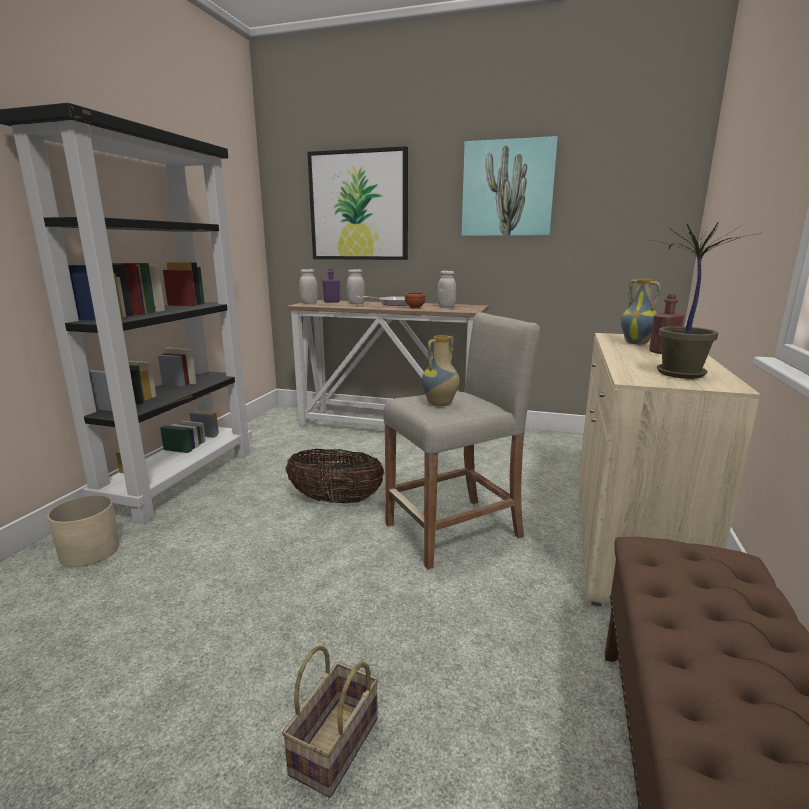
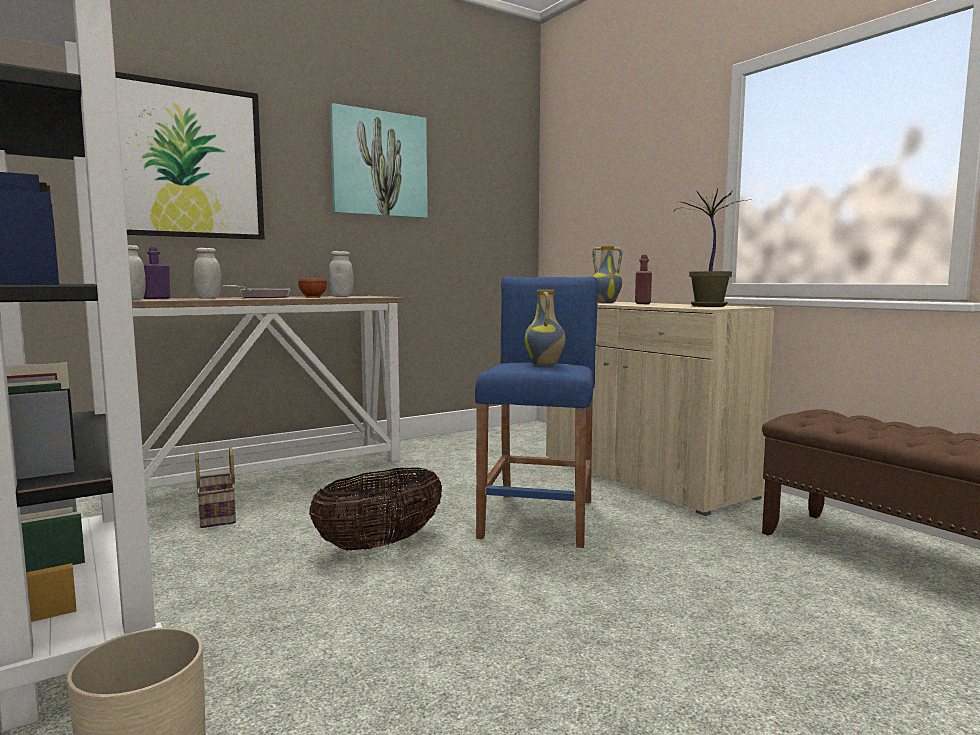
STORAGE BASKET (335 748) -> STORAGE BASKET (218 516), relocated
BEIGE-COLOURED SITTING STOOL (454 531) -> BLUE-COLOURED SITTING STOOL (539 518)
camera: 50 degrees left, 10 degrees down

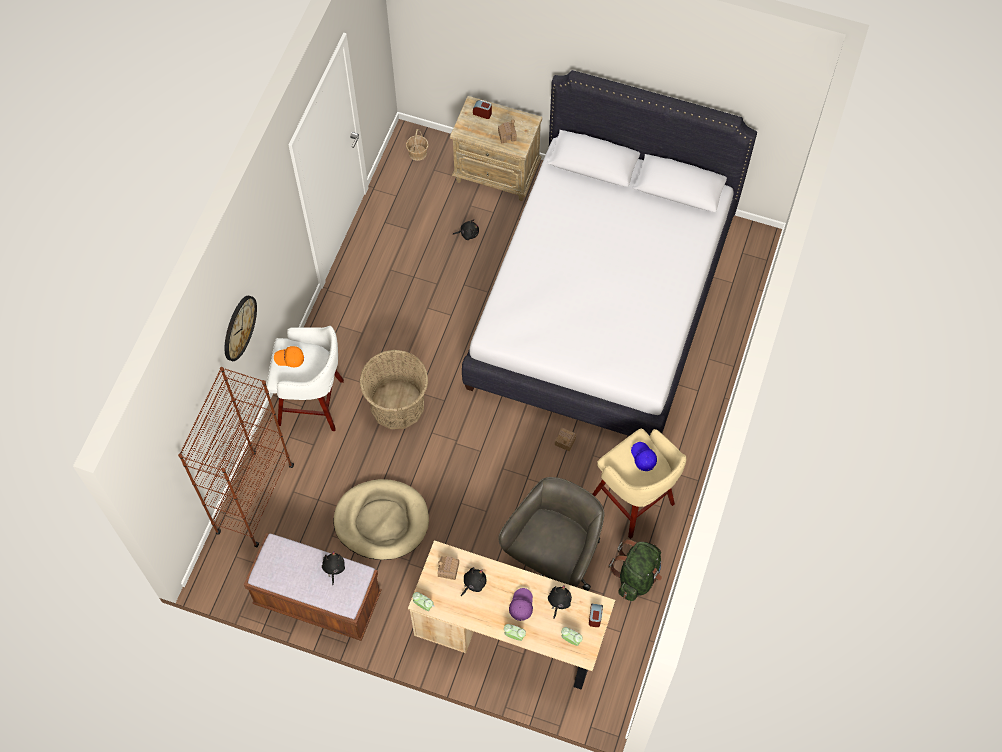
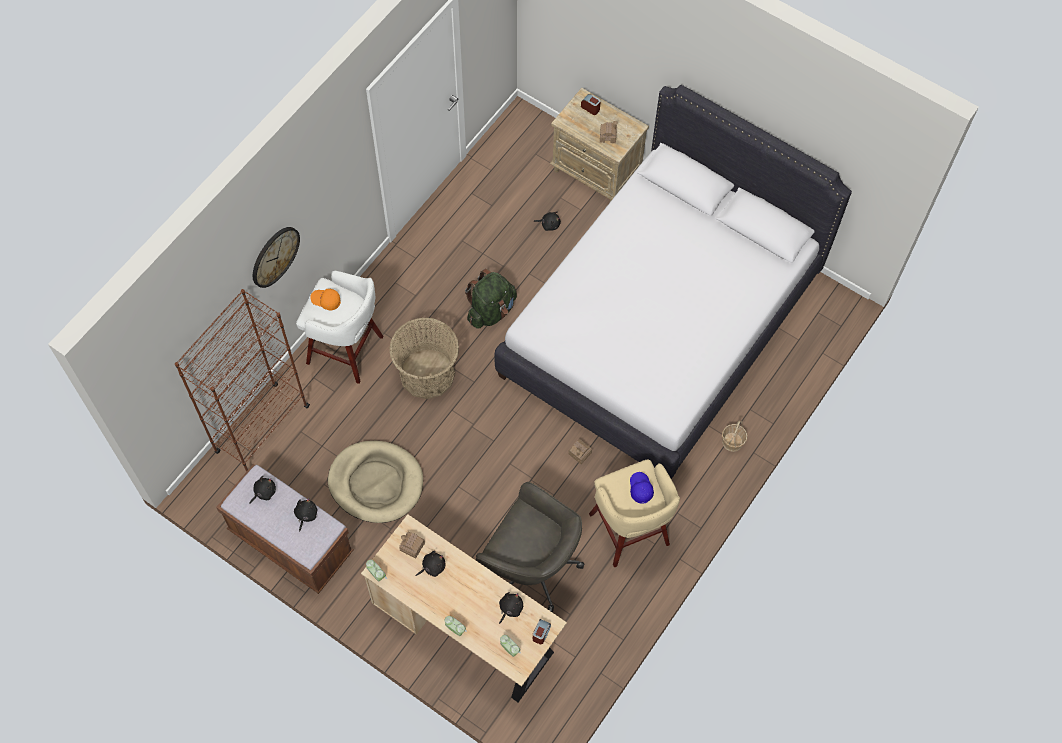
none -> BLACK CUDDLY TOY (264 492)
GREEN-COLOURED BACKPACK (636 576) -> GREEN-COLOURED BACKPACK (491 311), relocated
GREYISH COMPUTER CHAIR (553 559) -> GREYISH COMPUTER CHAIR (531 566), 75 degrees clockwise
STORAGE BASKET (417 153) -> STORAGE BASKET (732 442), relocated
PURPLISH PEAKED CAP (521 606) -> none
camera: 15 degrees right, 0 degrees up

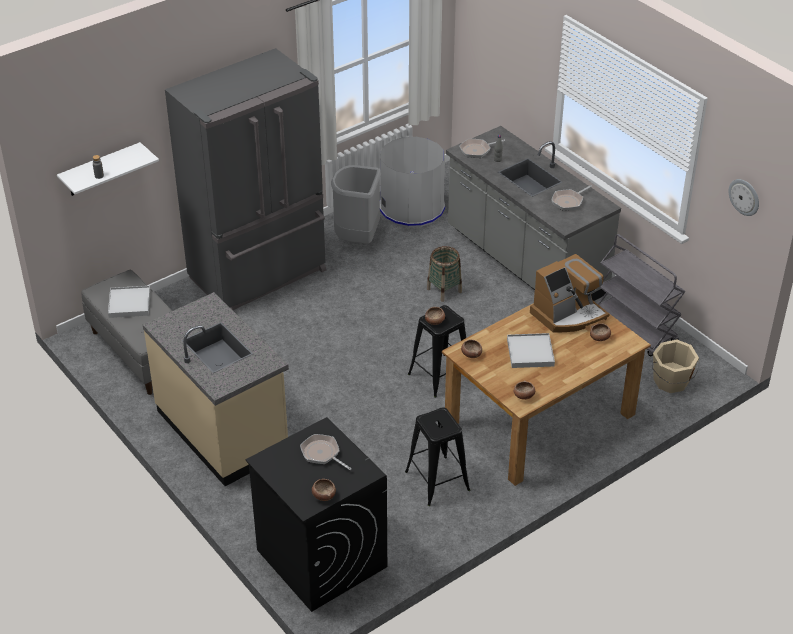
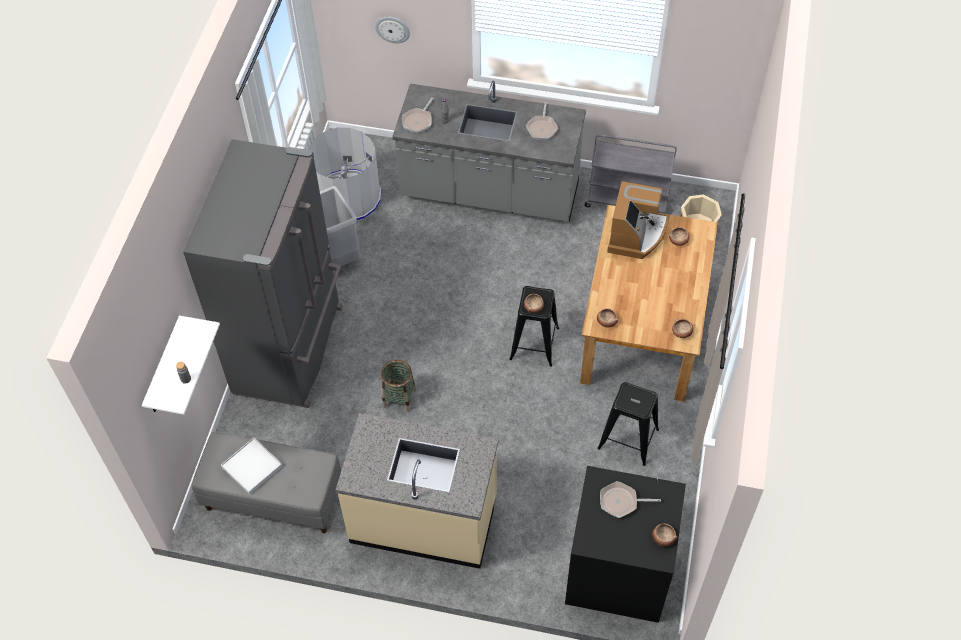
CLOCK ON THE WALL (744 197) -> CLOCK ON THE WALL (392 29), relocated
STORAGE BASKET (444 290) -> STORAGE BASKET (399 398), relocated
WHITE-COLOURED SERVING TRAY (530 353) -> none
camera: 40 degrees left, 15 degrees up

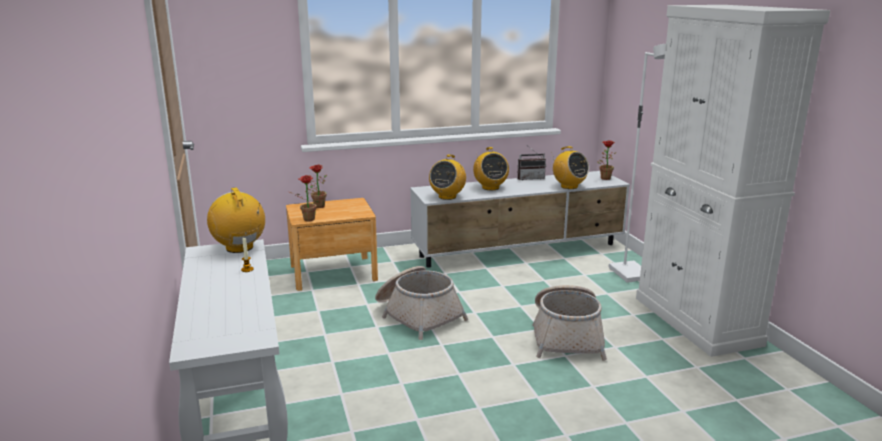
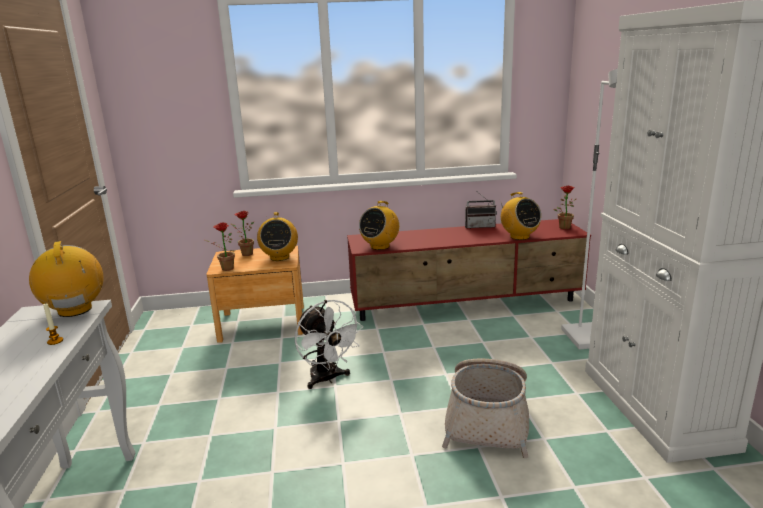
RADIO SET (490 187) -> RADIO SET (279 257), relocated
STORAGE BASKET (417 315) -> WHITE-COLOURED FAN (327 379)
WHITE-COLOURED TV UNIT (519 250) -> REDDISH TV UNIT (466 304)
camera: 10 degrees right, 0 degrees up

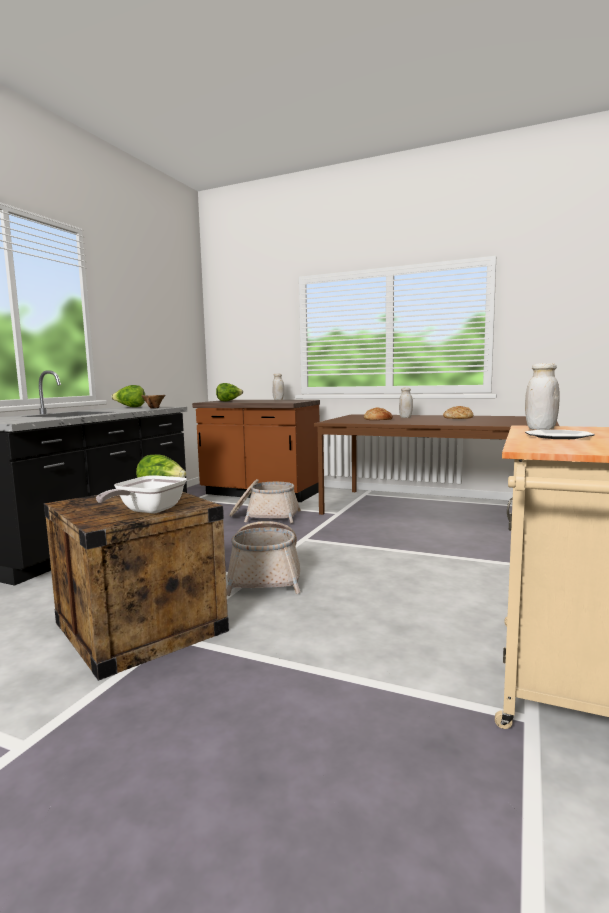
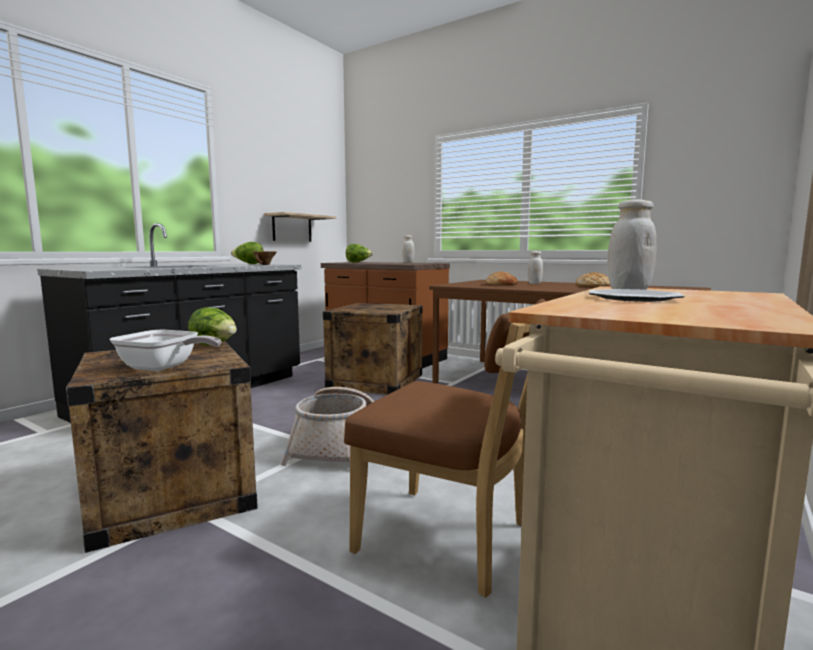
SKILLET (147 511) -> SKILLET (164 368), 105 degrees counterclockwise
none -> WALL SHELF (292 228)
STORAGE BASKET (265 516) -> SHIPPING CRATE (376 381)
none -> BROWN-COLOURED PLAIN CHAIR (451 540)
camera: 10 degrees right, 0 degrees up

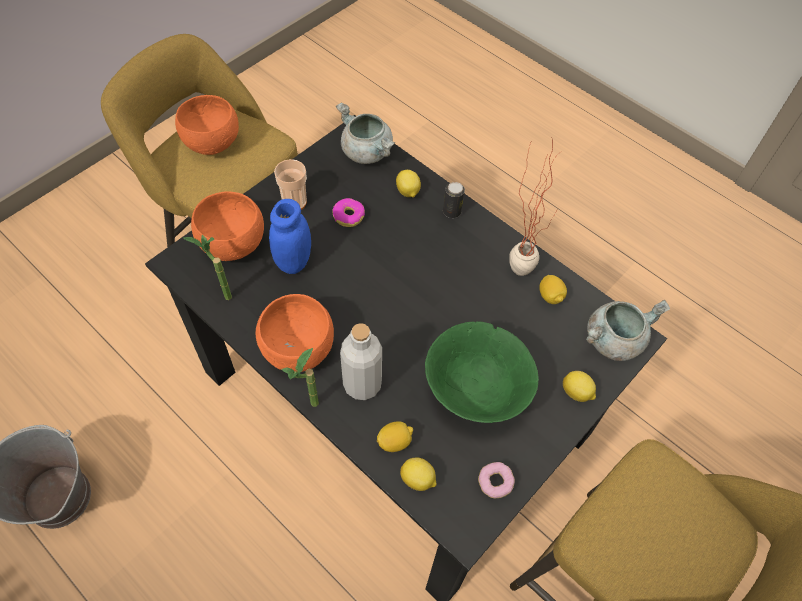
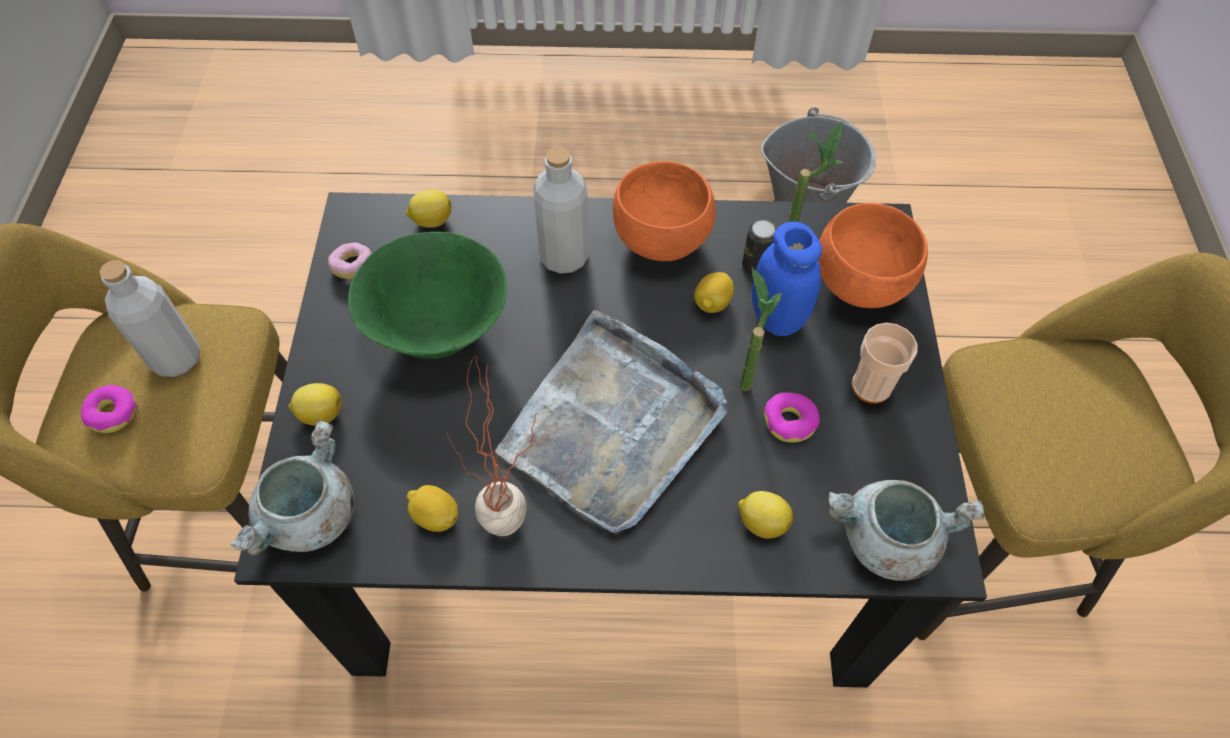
none -> DOUGHNUT (113 413)
none -> GREYISH BEVERAGE BOTTLE (176 358)
none -> GREYISH SERVING TRAY (612 425)
WHOLE LEMON (394 442) -> WHOLE LEMON (712 303), relocated
HOUSEPLANT (308 409) -> HOUSEPLANT (744 376), relocated
CAN (451 211) -> CAN (755 265), relocated
ORANGE-COLOURED SERVING BOWL (213 143) -> none
camera: 140 degrees right, 0 degrees up

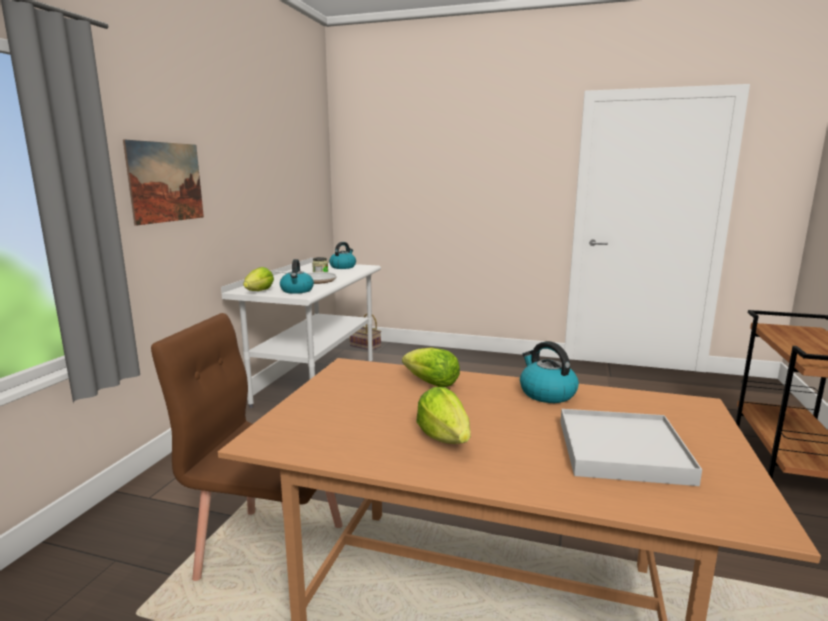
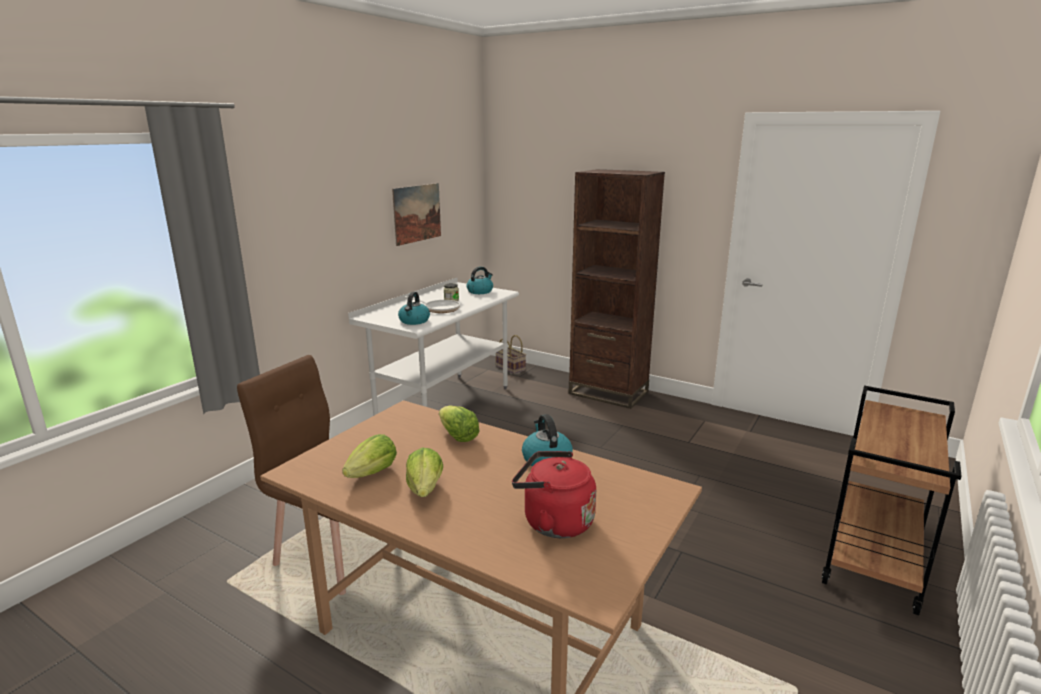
LETTUCE (259 291) -> LETTUCE (373 473), relocated
WALL PICTURE (166 182) -> WALL PICTURE (417 213), relocated
WHITE-COLOURED SERVING TRAY (621 450) -> REDDISH KETTLE (553 522)
none -> BROWN-COLOURED BOOKCASE (608 393)
camera: 15 degrees right, 5 degrees up

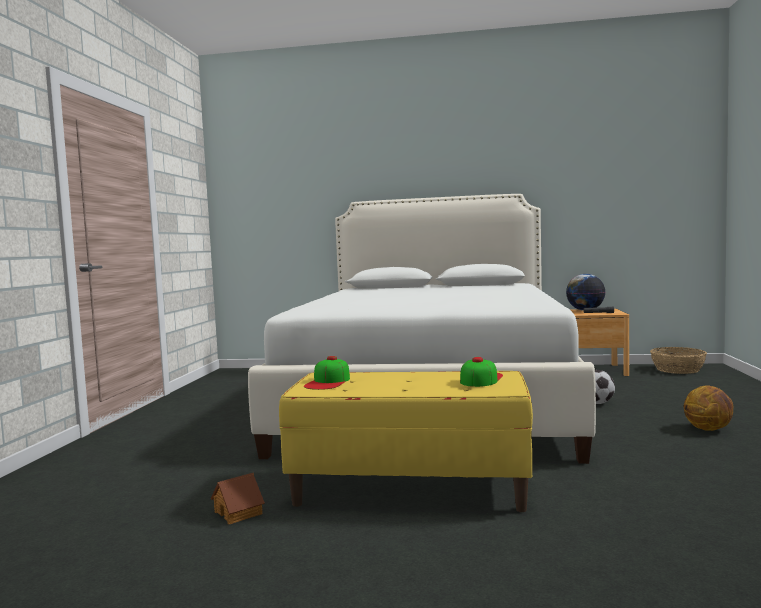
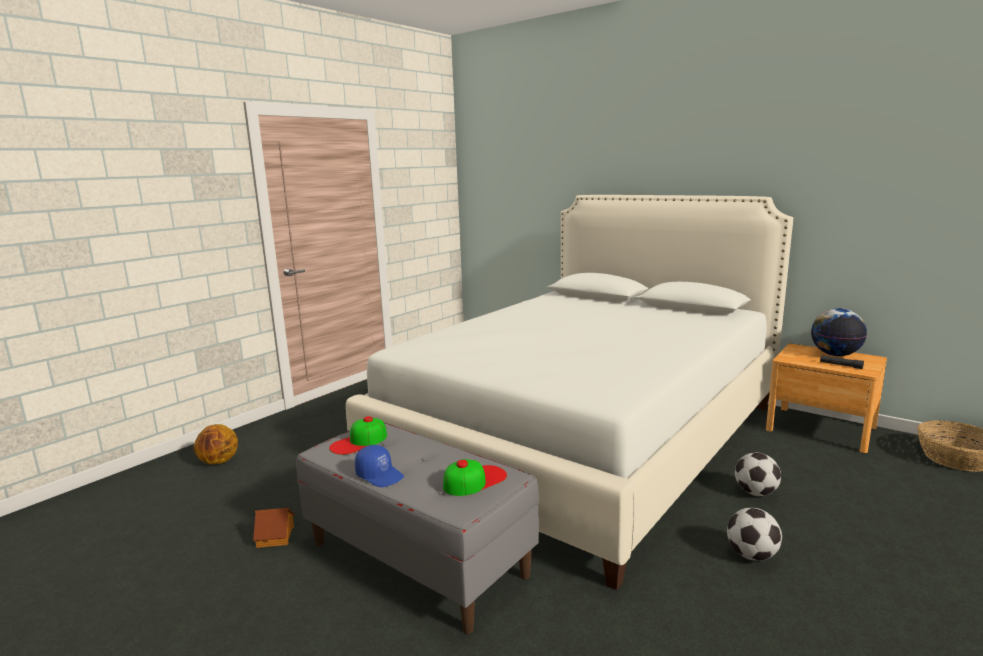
BALL FOR BASKETBALL (709 429) -> BALL FOR BASKETBALL (219 462), relocated
YELLOW BENCH (411 488) -> GREYISH BENCH (418 558)
none -> BLUE-COLOURED PEAKED CAP (380 475)
none -> FOOTBALL (752 555)
camera: 30 degrees right, 10 degrees up

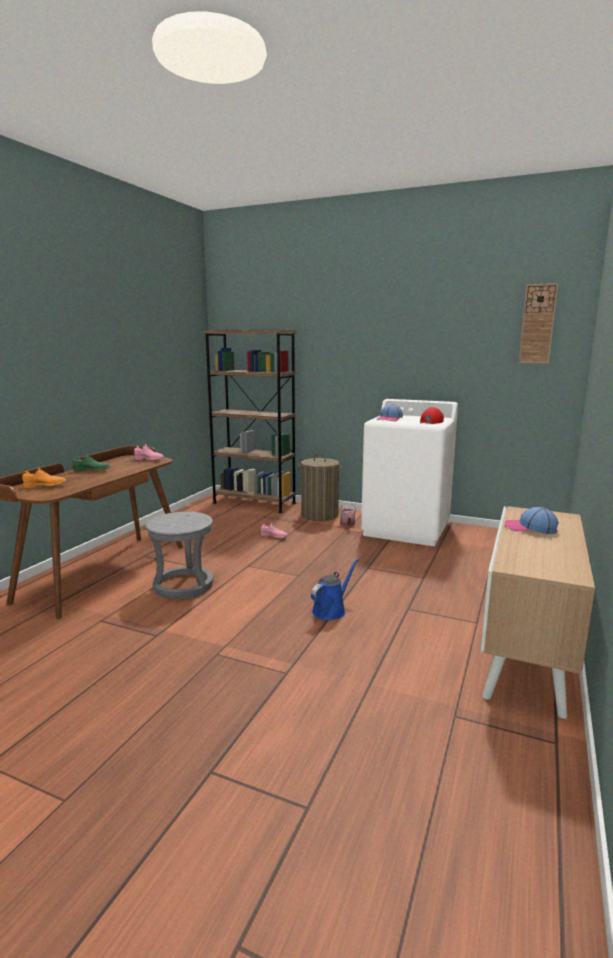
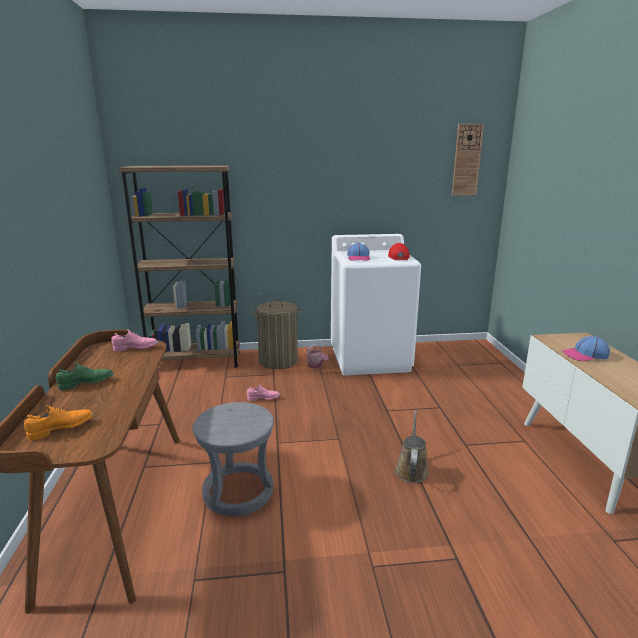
BLUE-COLOURED WATERING POT (331 610) -> BROWN-COLOURED WATERING POT (411 469)
camera: 30 degrees left, 5 degrees up

